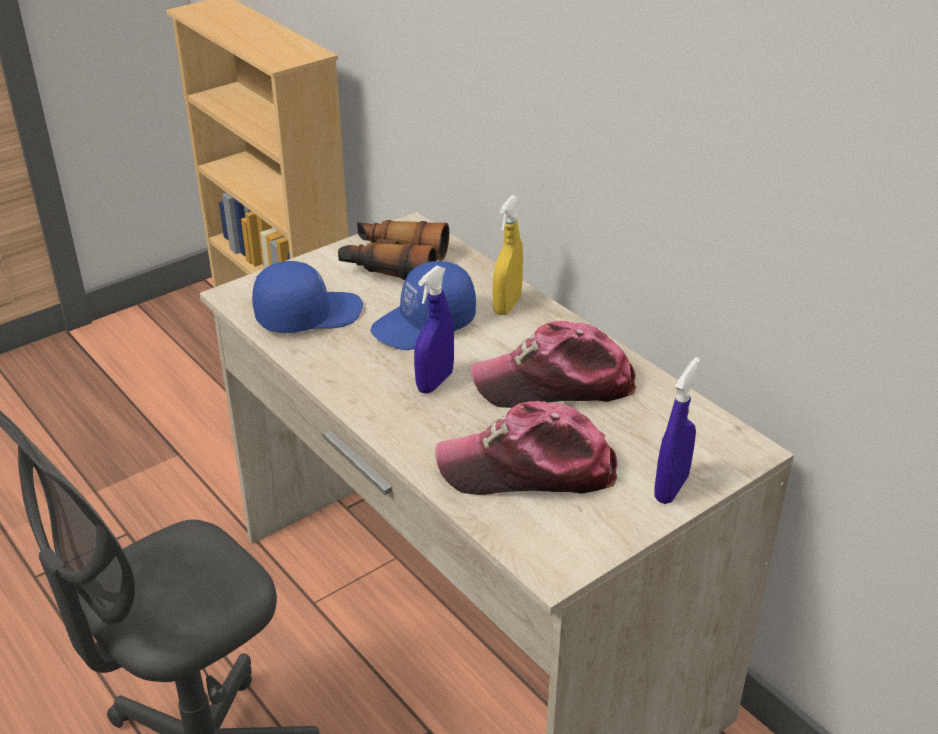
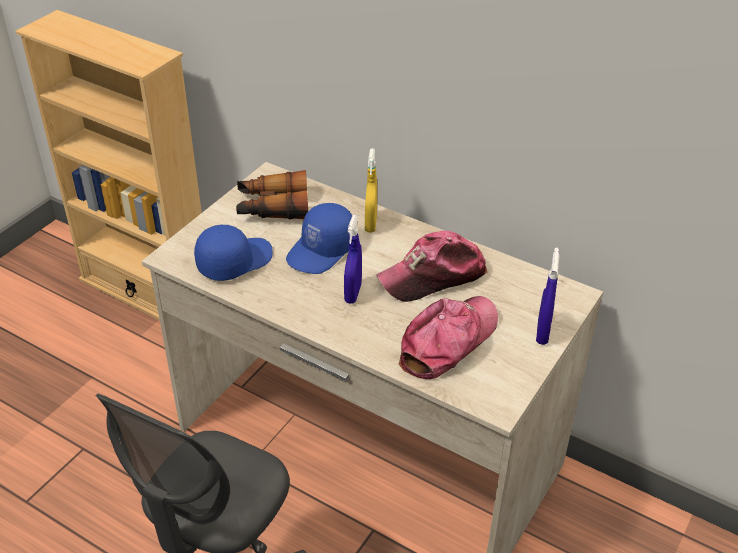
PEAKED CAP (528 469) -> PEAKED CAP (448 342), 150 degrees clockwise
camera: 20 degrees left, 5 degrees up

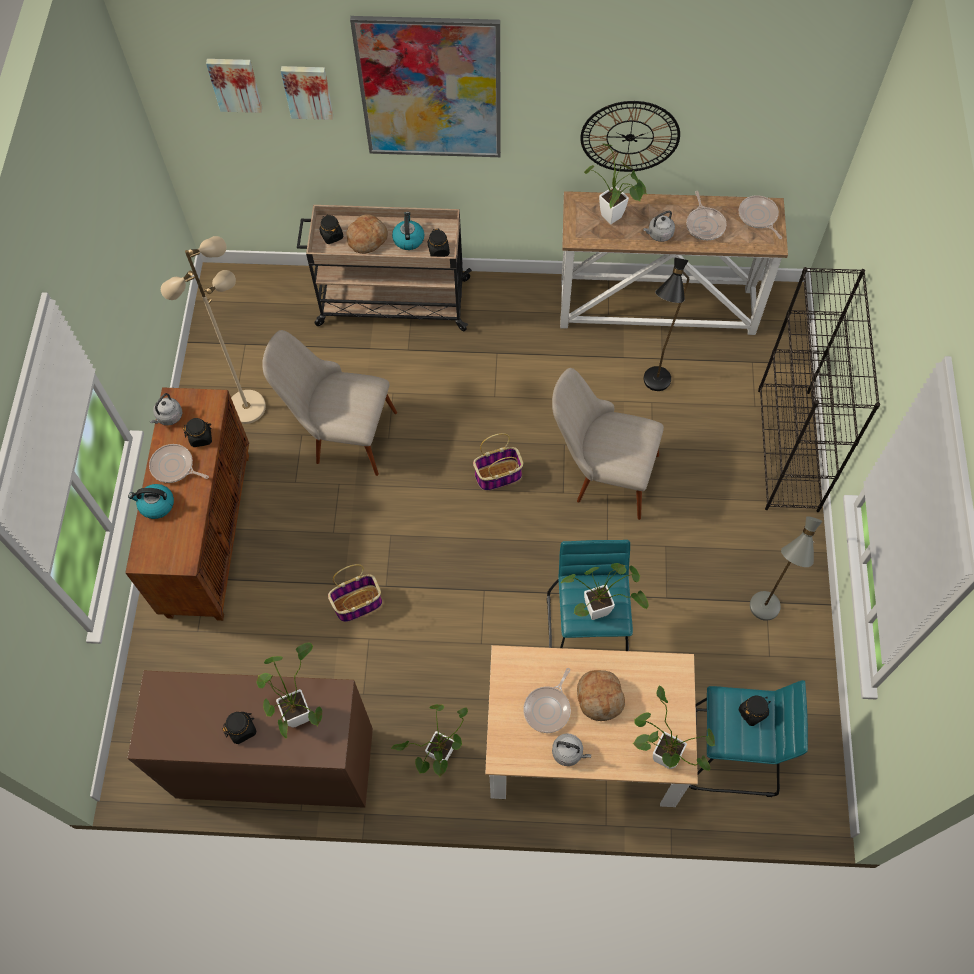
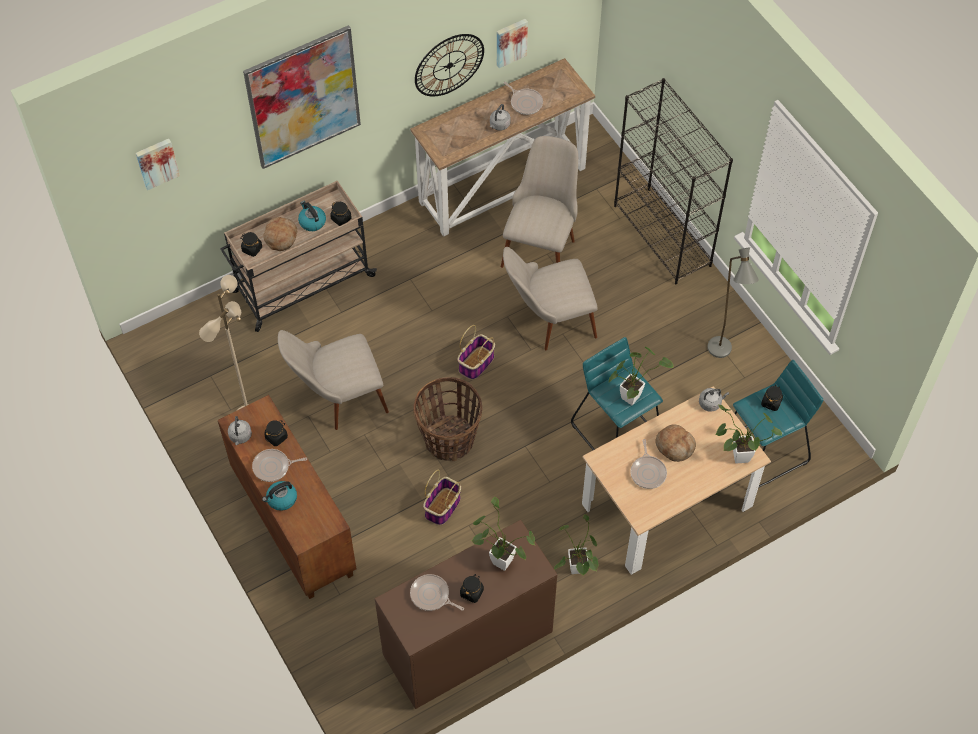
SKILLET (758 217) -> SKILLET (431 595), relocated
none -> STORAGE BASKET (449 439)
WALL PICTURE (308 91) -> WALL PICTURE (510 42), relocated
BLACK FLOOR LAMP (654 388) -> BEIGE-COLOURED PLAIN CHAIR (541 243)
GREYISH KETTLE (569 752) -> GREYISH KETTLE (711 403), relocated
HOUSEPLANT (614 220) -> none
camera: 35 degrees left, 5 degrees down

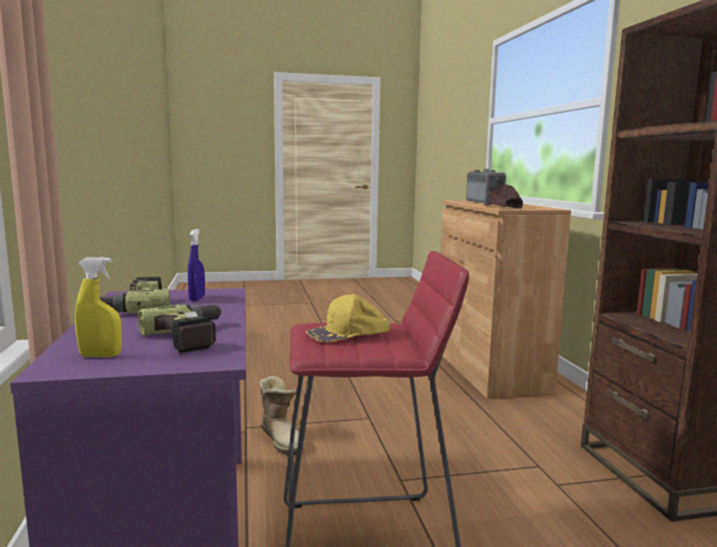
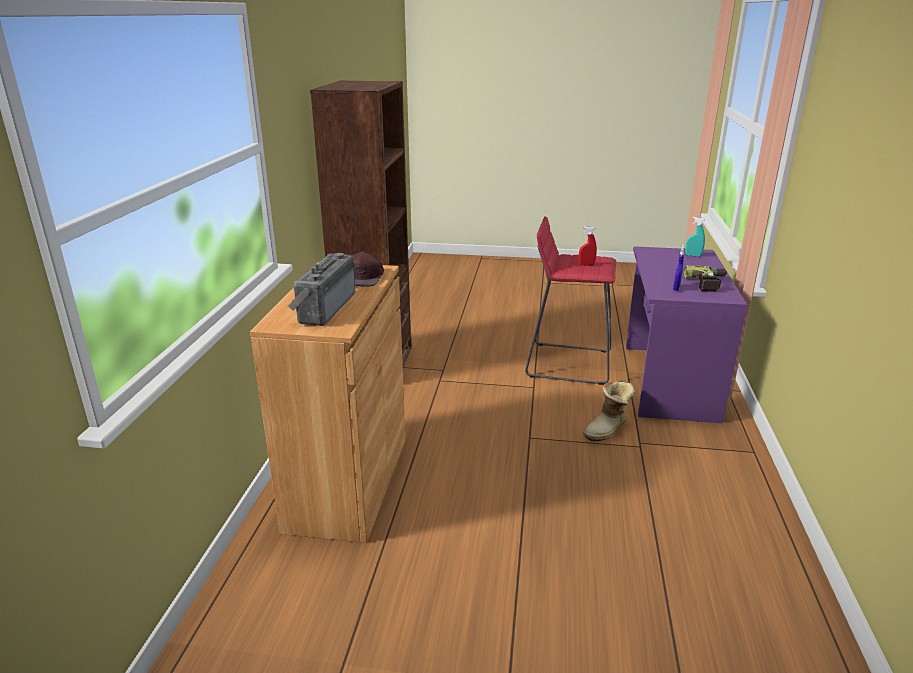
YELLOW PEAKED CAP (348 333) -> REDDISH HAND SPRAYER (586 265)
TALL BOOT (282 438) -> TALL BOOT (608 430), 120 degrees counterclockwise
YELLOW HAND SPRAYER (100 356) -> TURQUOISE-COLOURED HAND SPRAYER (693 255)
POWER DRILL (193 337) -> none
camera: 160 degrees left, 15 degrees up

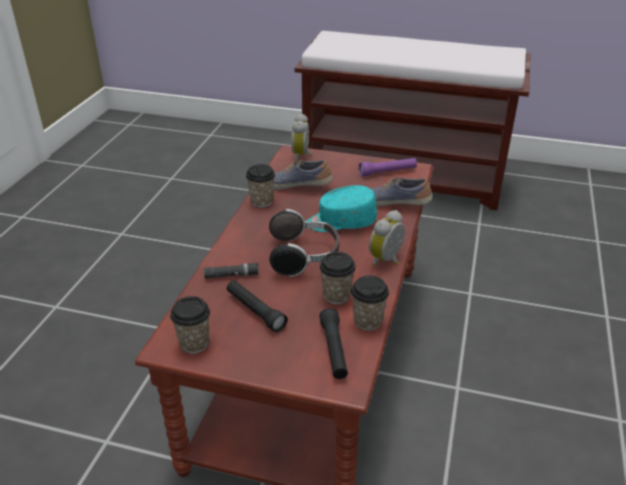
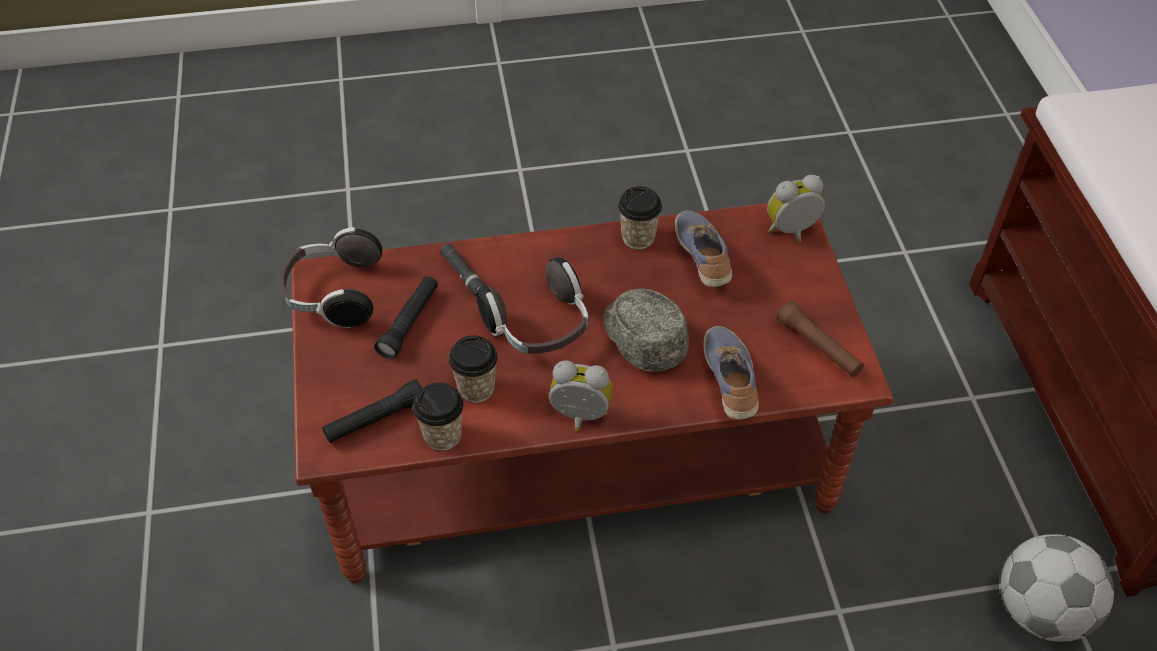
SMALL CUP (194 343) -> HEADPHONES (333 294)
TURQUOISE-COLOURED PEAKED CAP (341 222) -> GREYISH PEAKED CAP (642 338)
PURPLISH FLASHLIGHT (387 172) -> BROWN-COLOURED FLASHLIGHT (818 347)
none -> FOOTBALL (1041 611)
camera: 65 degrees right, 15 degrees up

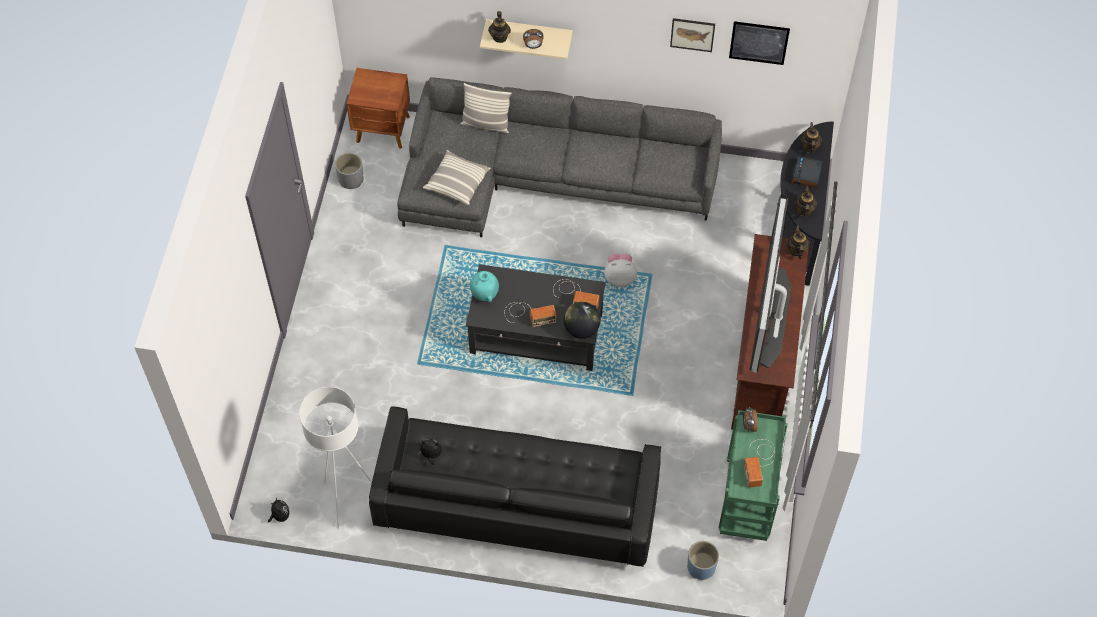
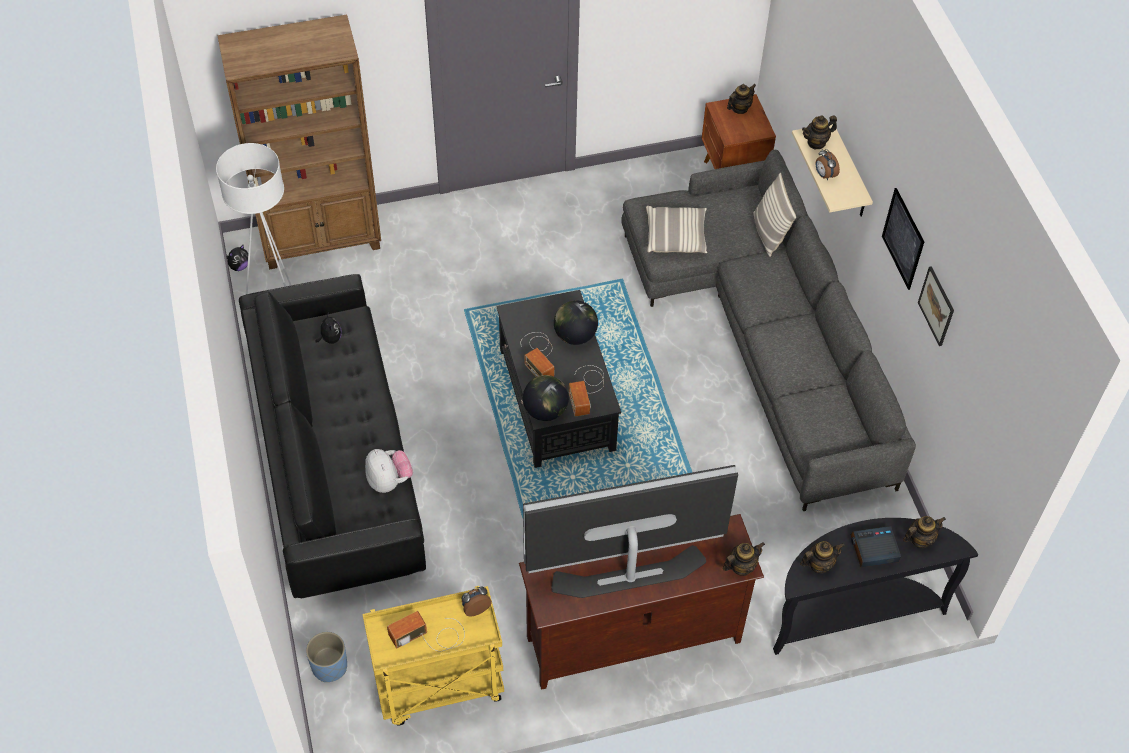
none -> BROWN-COLOURED BOOKCASE (322 239)
GREEN-COLOURED WHEELED CART (748 500) -> YELLOW WHEELED CART (438 687)
CUDDLY TOY (619 277) -> CUDDLY TOY (389 481), relocated
none -> DESK GLOBE (575 336)
none -> TEAPOT (739 108)
WALL PICTURE (759 42) -> WALL PICTURE (903 238), relocated
GREYISH FLOWER POT (351 179) -> none
TURQUOISE-COLOURED VASE (485 294) -> none
camera: 65 degrees right, 5 degrees down

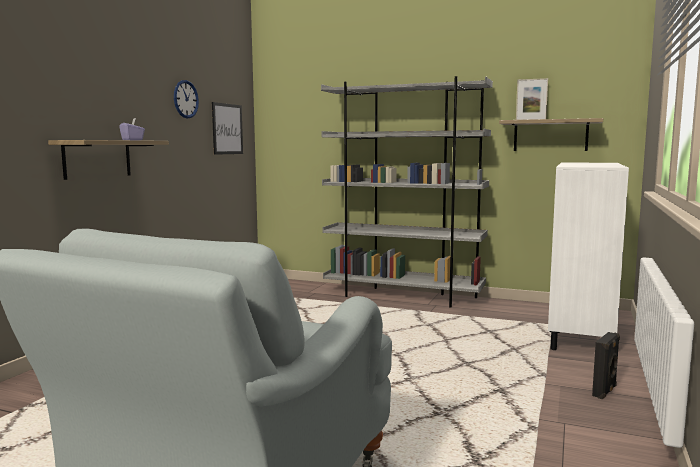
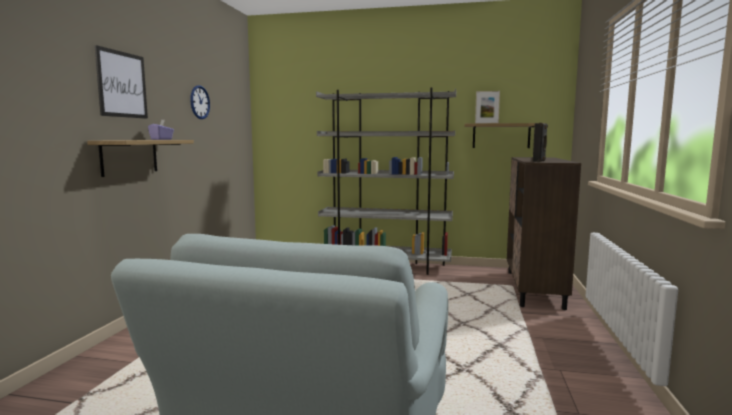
WALL PICTURE (227 129) -> WALL PICTURE (122 84), relocated
WHITE-COLOURED CUPBOARD (580 330) -> BROWN-COLOURED CUPBOARD (534 289)
BLACK SPEAKER (605 391) -> BLACK SPEAKER (539 161), relocated
camera: 10 degrees left, 0 degrees up

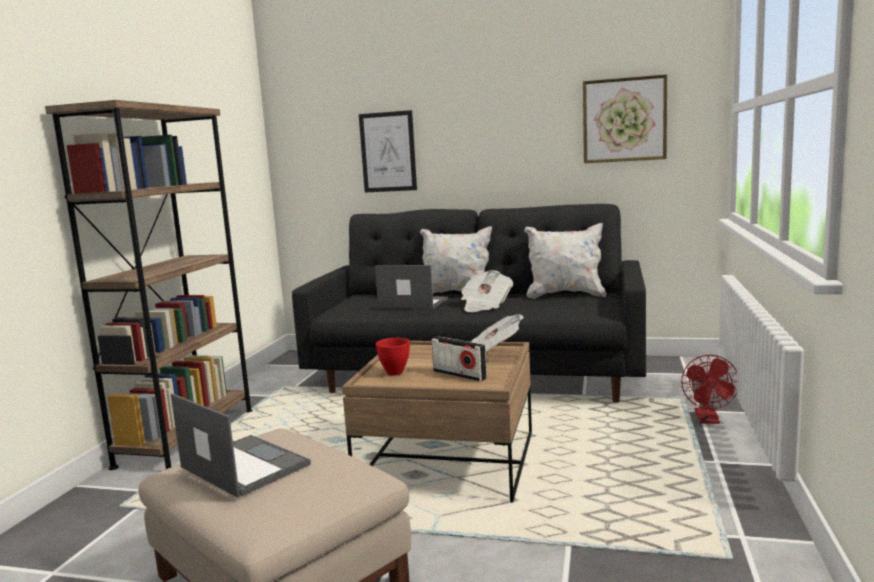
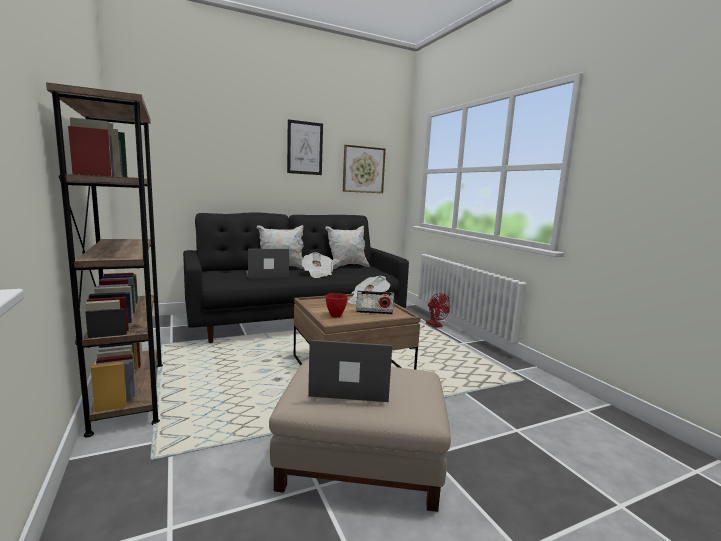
WALL PICTURE (388 152) -> WALL PICTURE (305 148), relocated
camera: 40 degrees left, 0 degrees up

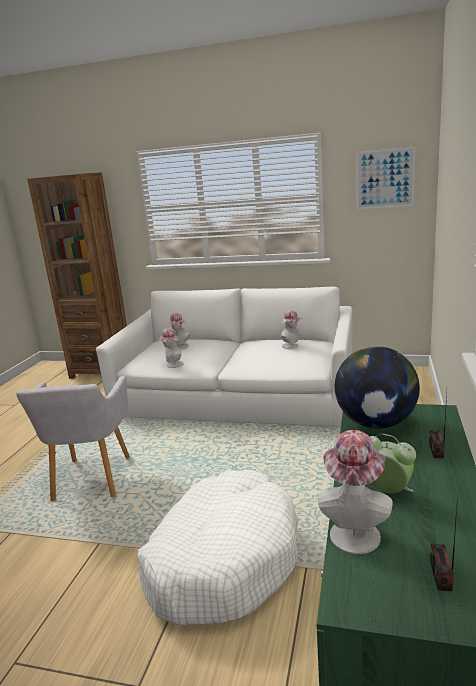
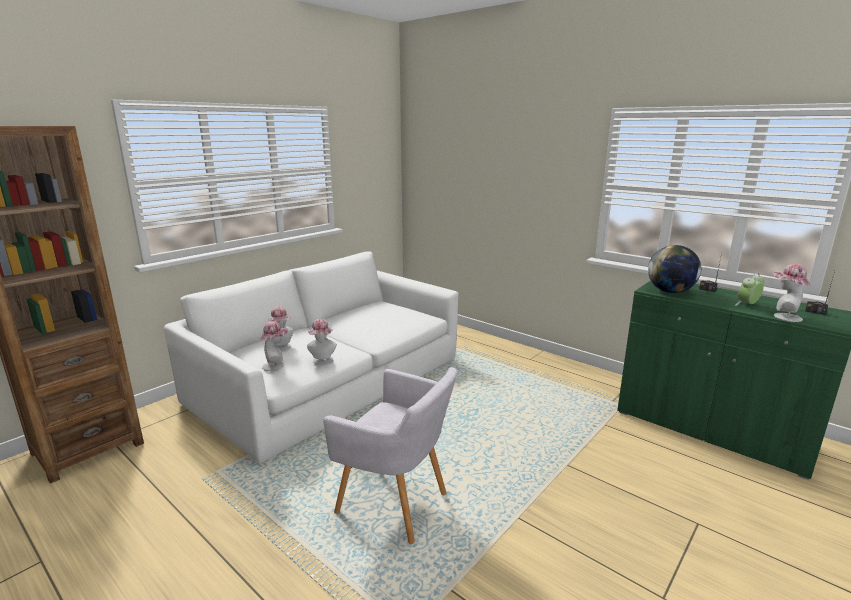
HAT (292 346) -> HAT (276 365), relocated
WHITE-COLOURED DOG BED (223 559) -> none
WALL PICTURE (384 178) -> none
camera: 65 degrees left, 0 degrees up

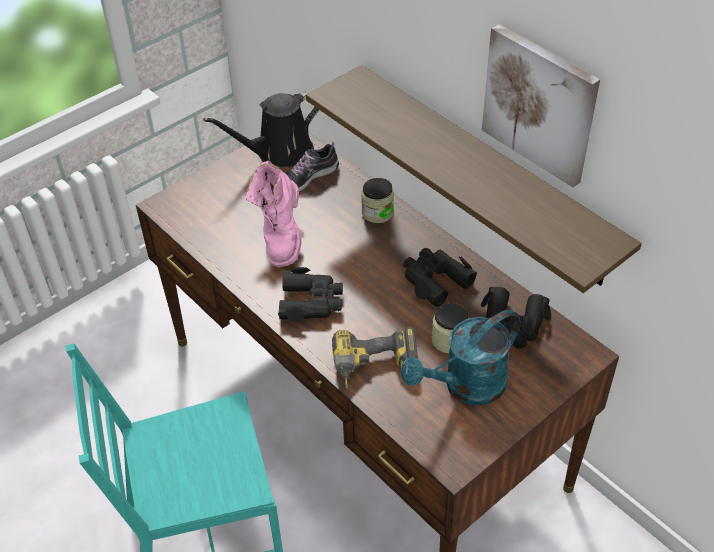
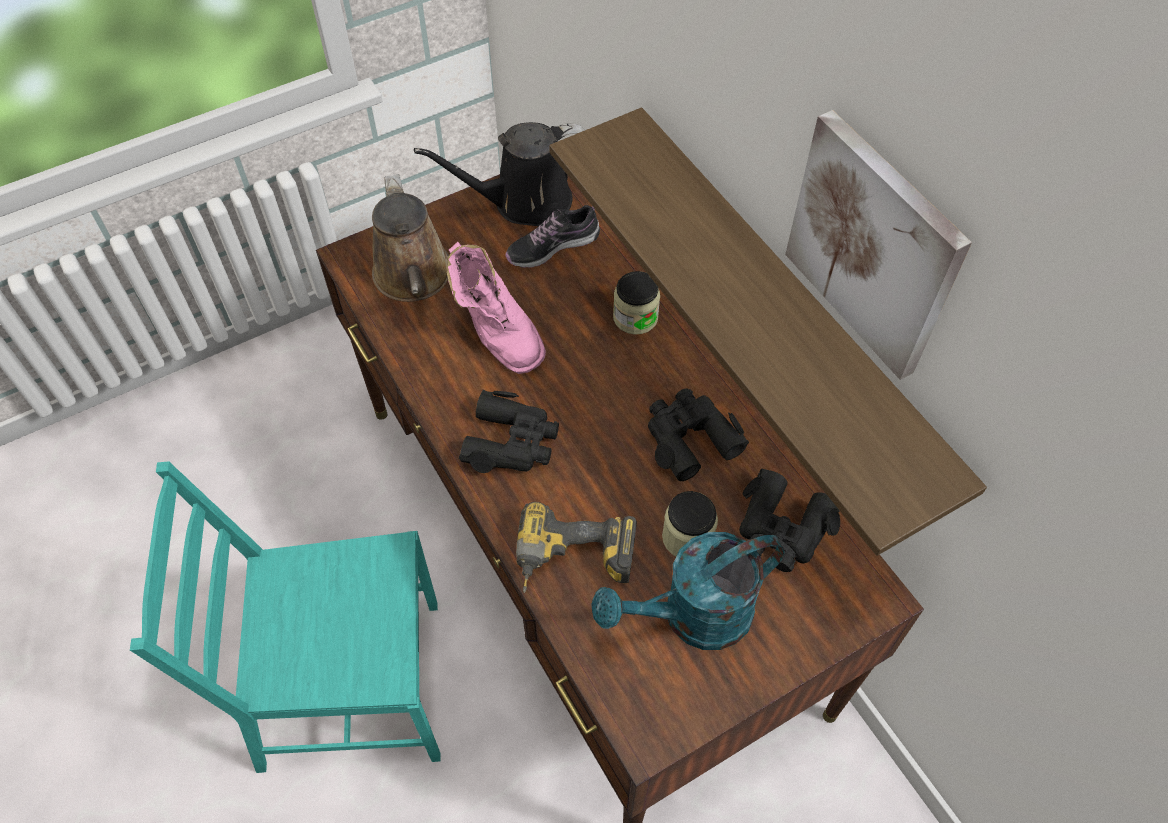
none -> BROWN-COLOURED WATERING POT (414 278)
PINKISH TALL BOOT (281 237) -> PINKISH TALL BOOT (496 332), 45 degrees counterclockwise
camera: 10 degrees right, 10 degrees up

